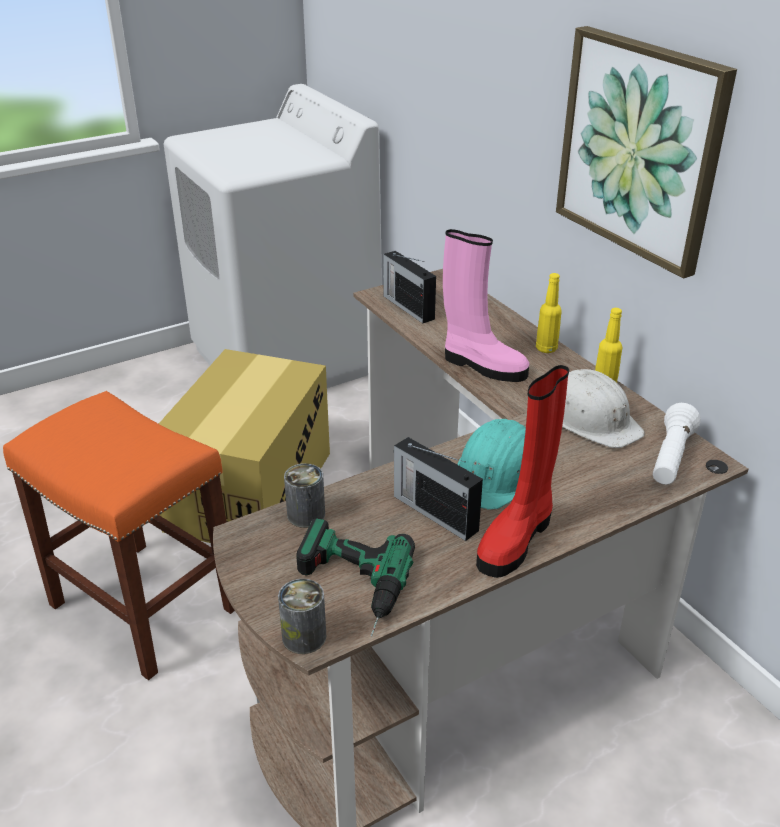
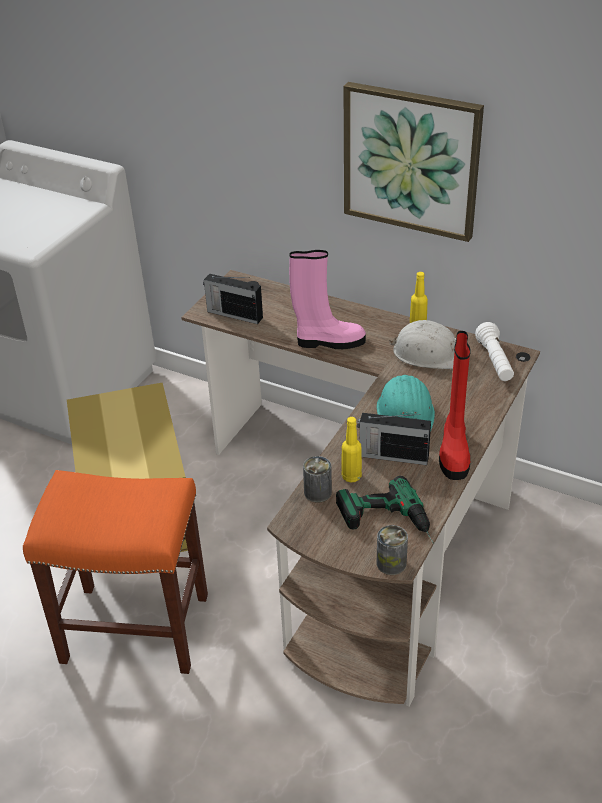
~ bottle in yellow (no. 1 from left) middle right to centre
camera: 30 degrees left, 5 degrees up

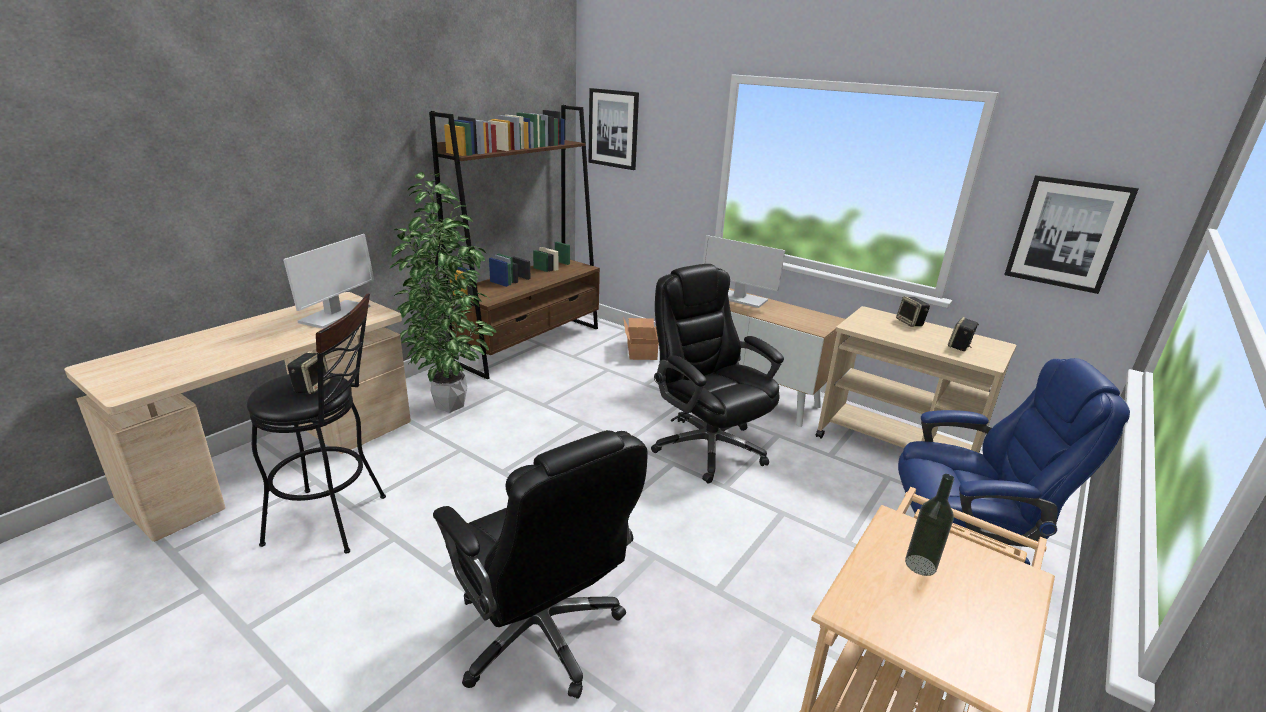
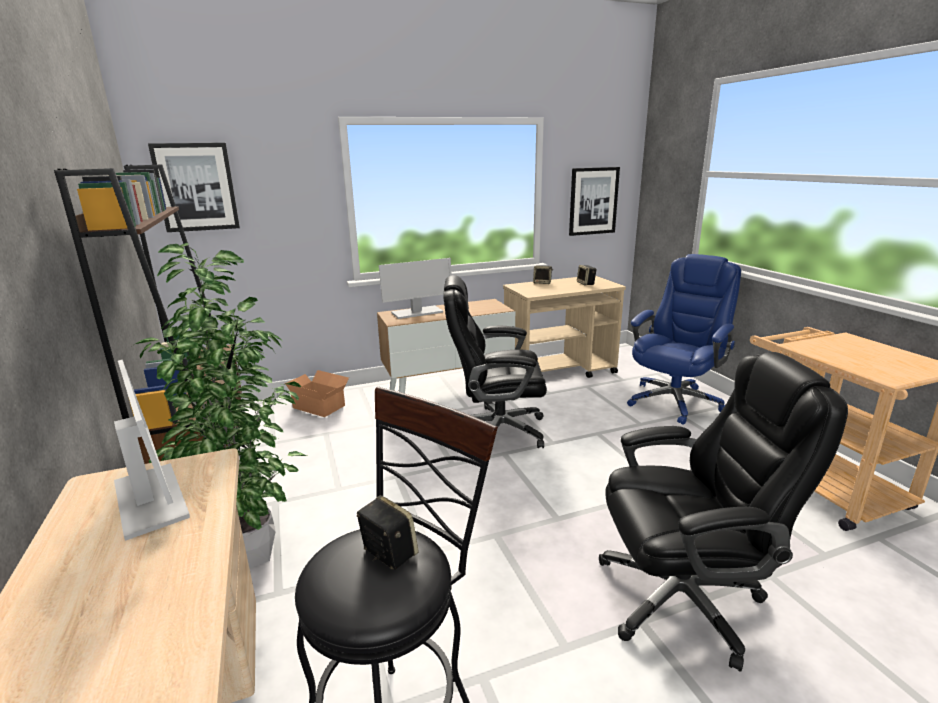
- bottle bottom right
camera: 55 degrees left, 5 degrees down

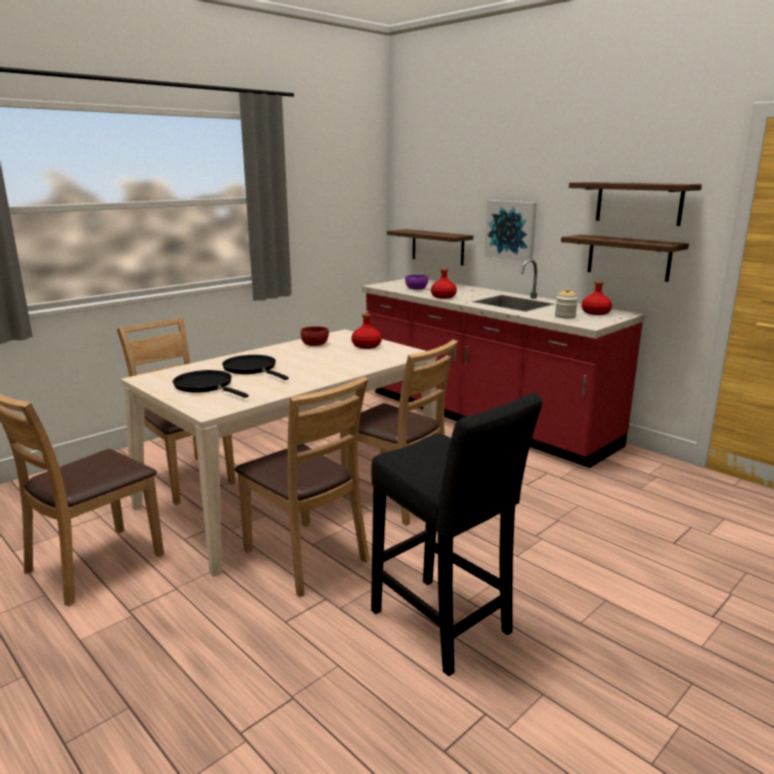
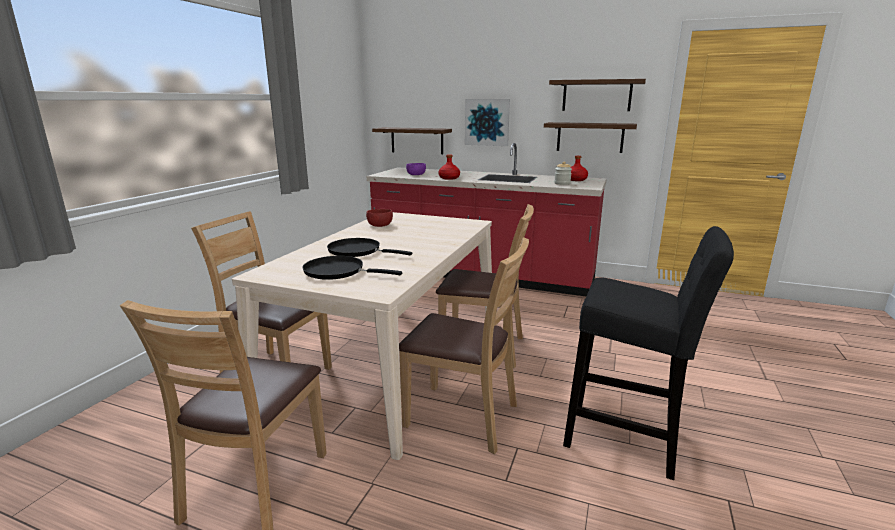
- bottle in red (no. 1 from left) centre
camera: 25 degrees left, 0 degrees up

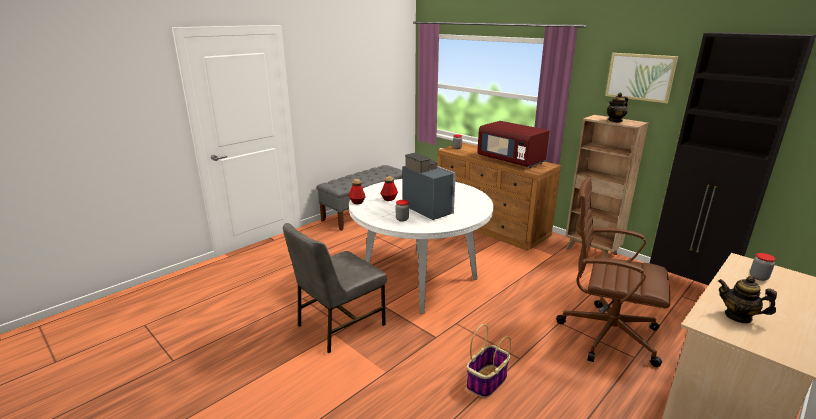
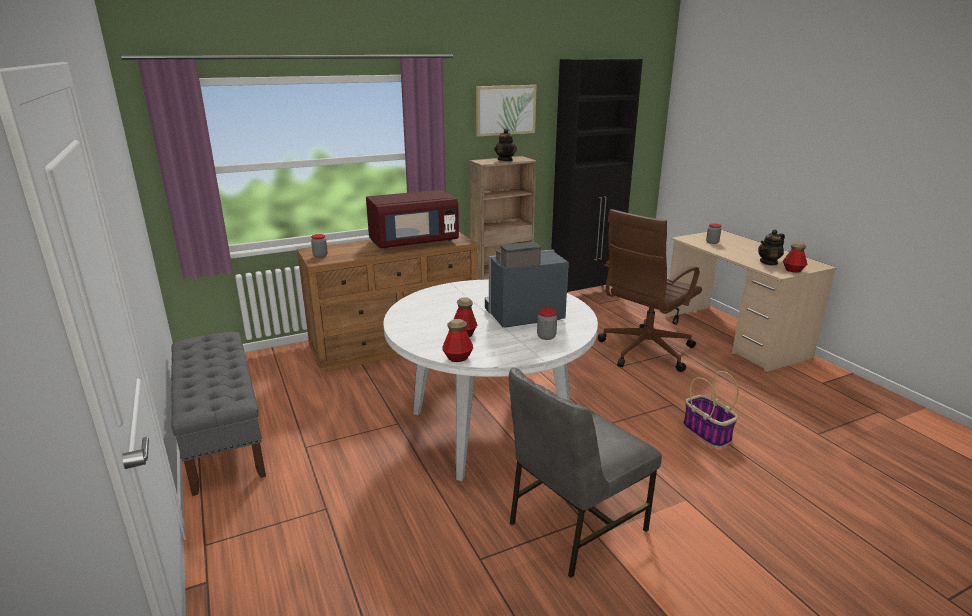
~ chair in grey bottom centre = bottom centre 75 degrees clockwise
+ bottle (no. 3 from left) middle right
camera: 70 degrees left, 0 degrees up

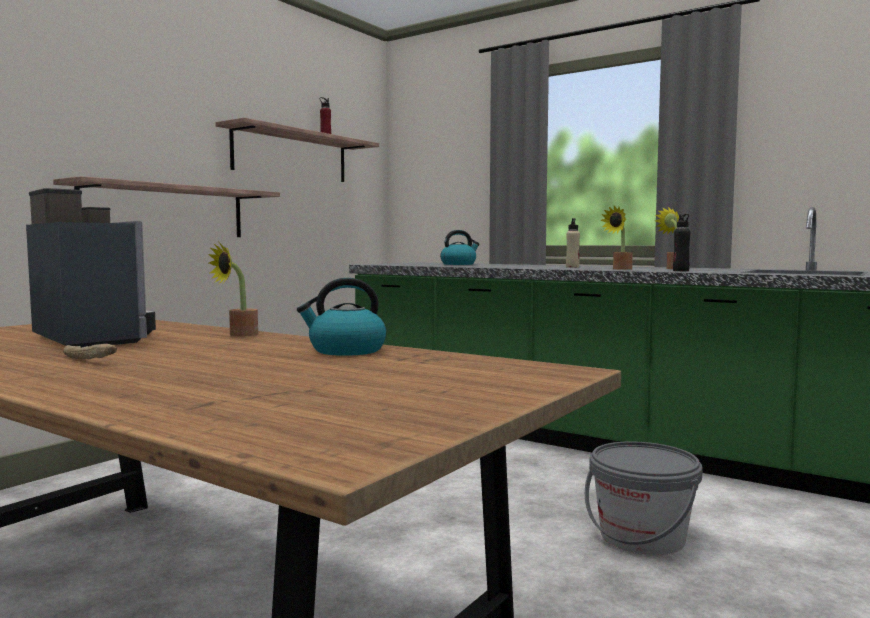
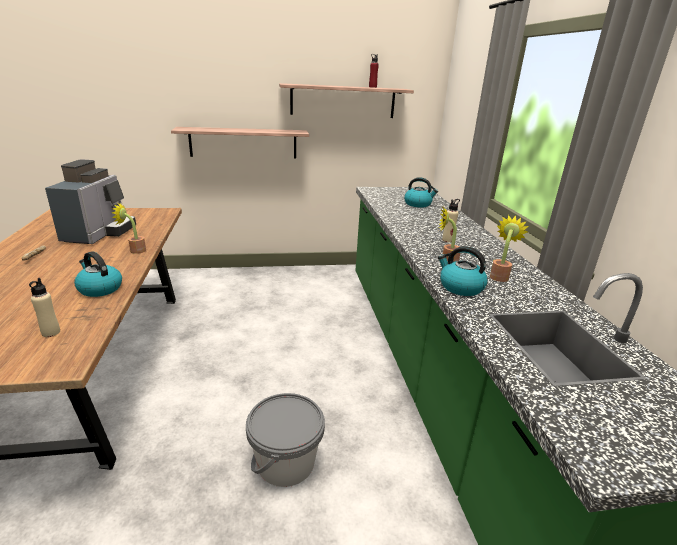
~ bottle in black middle right to kettle (no. 3 from left) middle right
+ bottle in beige (no. 1 from left) middle left
camera: 45 degrees right, 20 degrees up

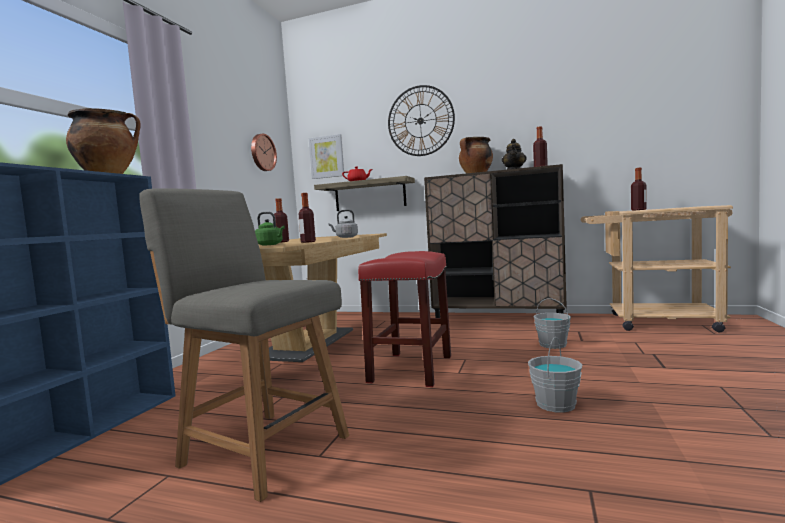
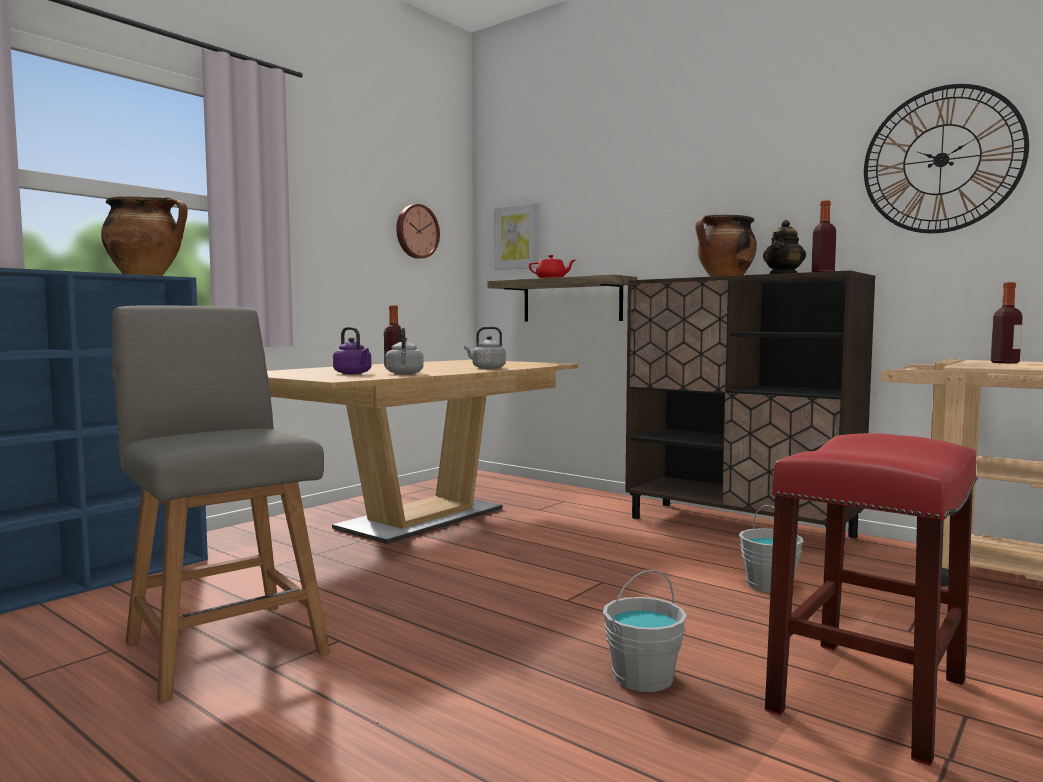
~ wall clock (no. 2 from left) top centre to top right
~ bottle (no. 2 from left) centre to kettle in grey (no. 1 from left) centre
~ kettle in green centre to kettle in purple centre
~ stool in red centre to bottom right
camera: 20 degrees right, 0 degrees up

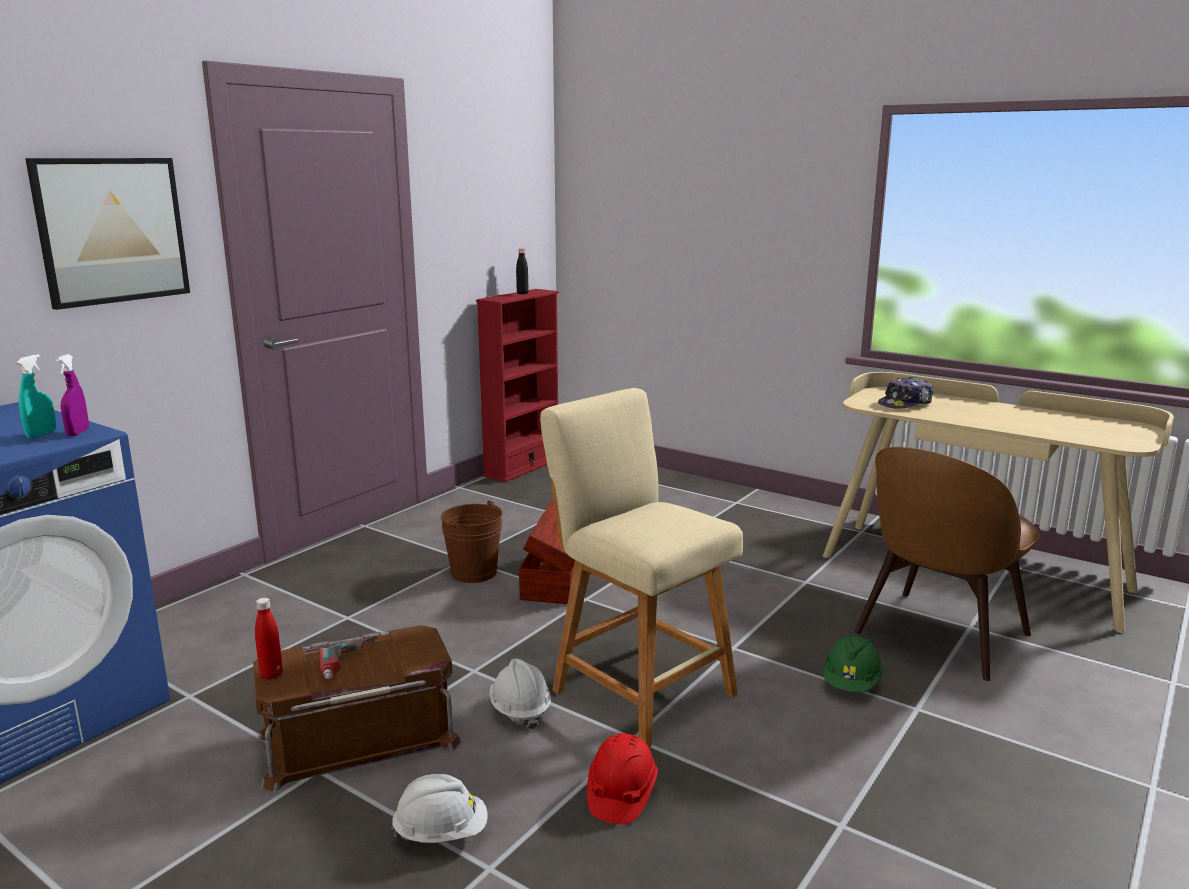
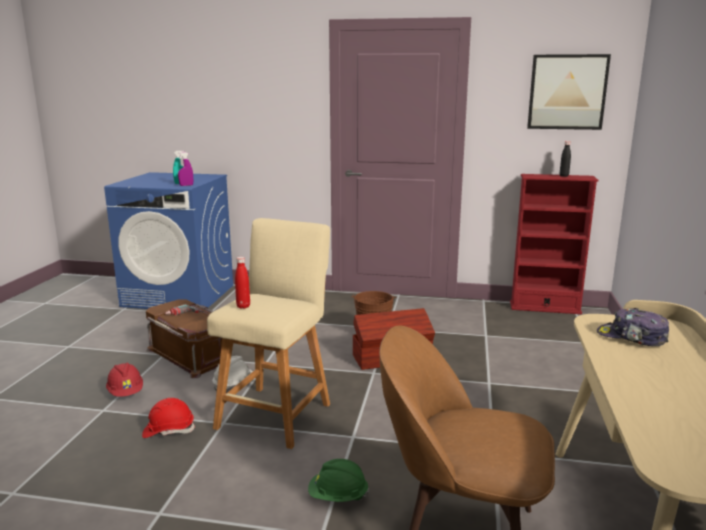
~ picture top left to top right
~ bottle in red bottom left to centre
~ hard hat in white (no. 1 from left) bottom centre to hard hat in red (no. 1 from left) bottom left
camera: 65 degrees right, 0 degrees up

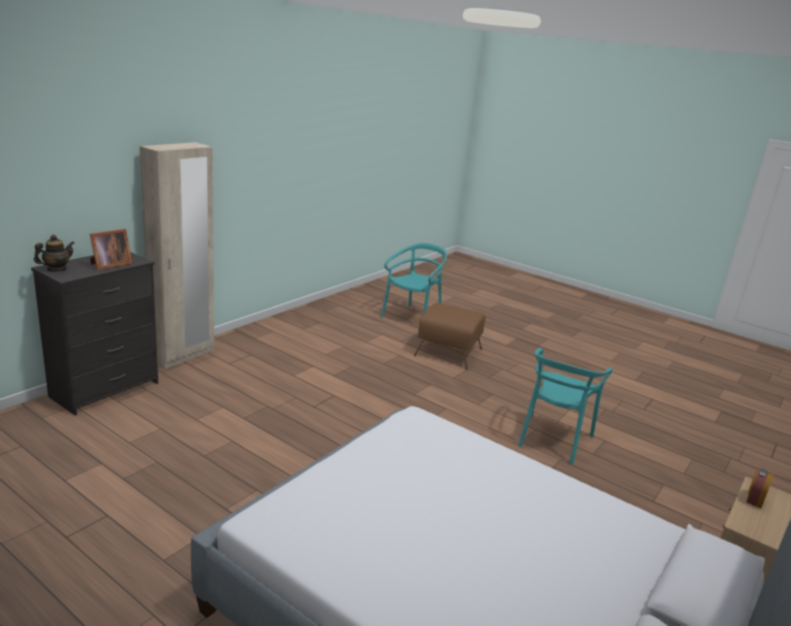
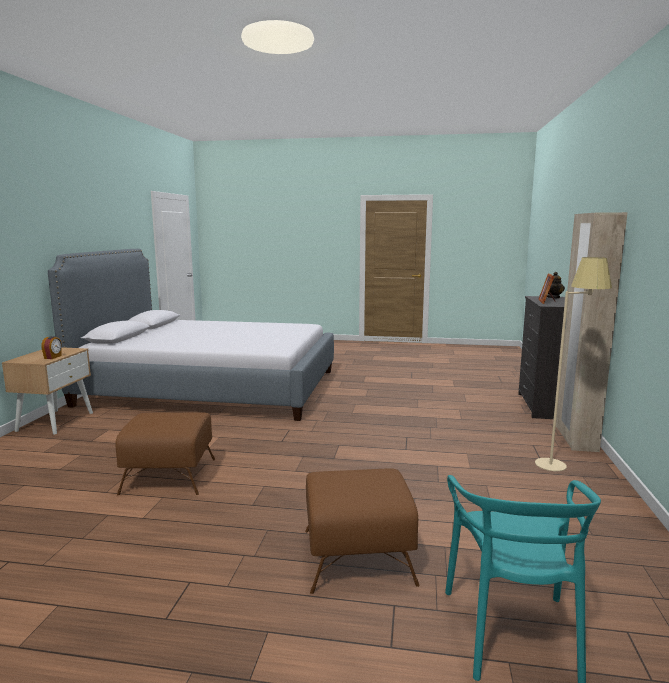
~ chair in turquoise (no. 2 from left) middle right to ottoman in brown (no. 1 from left) middle left
+ floor lamp in beige middle right
camera: 155 degrees right, 10 degrees down

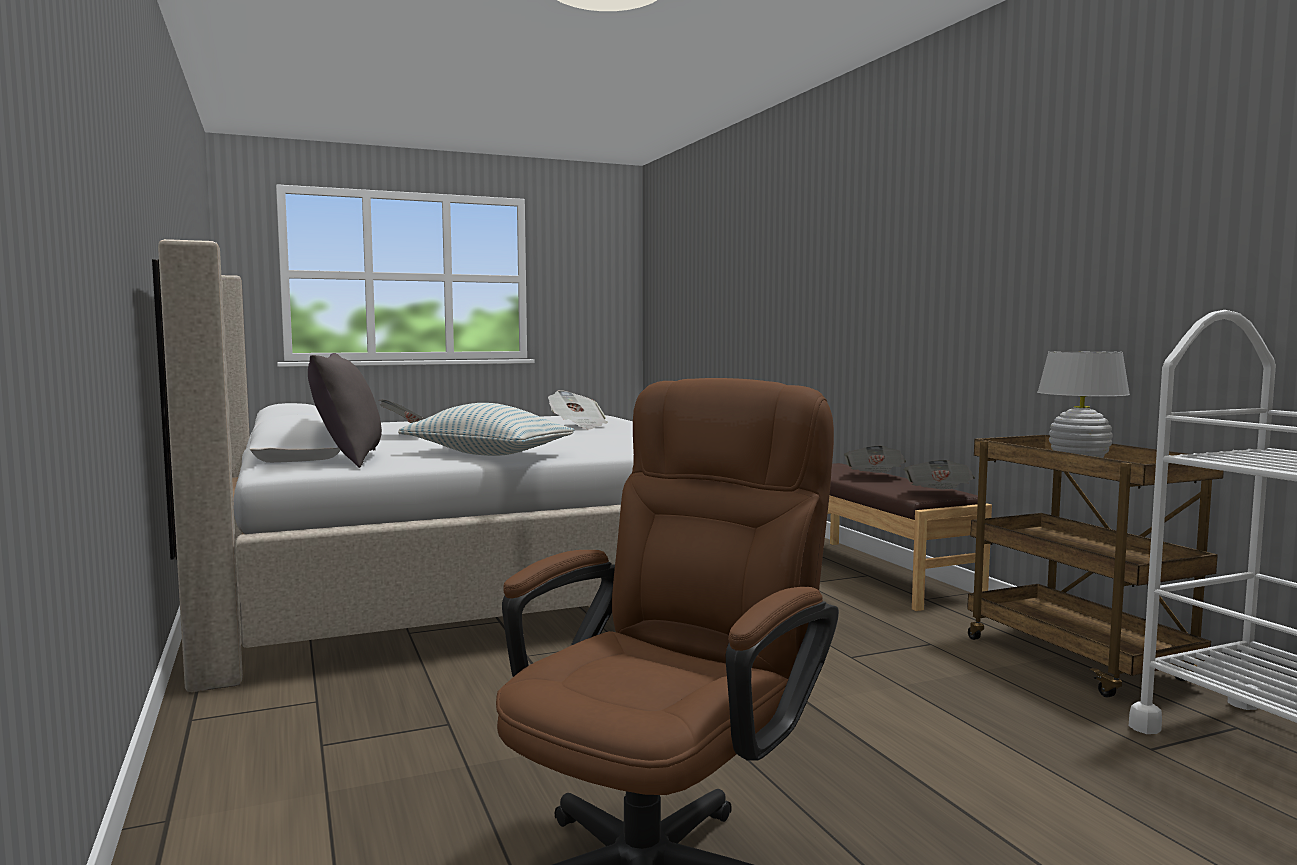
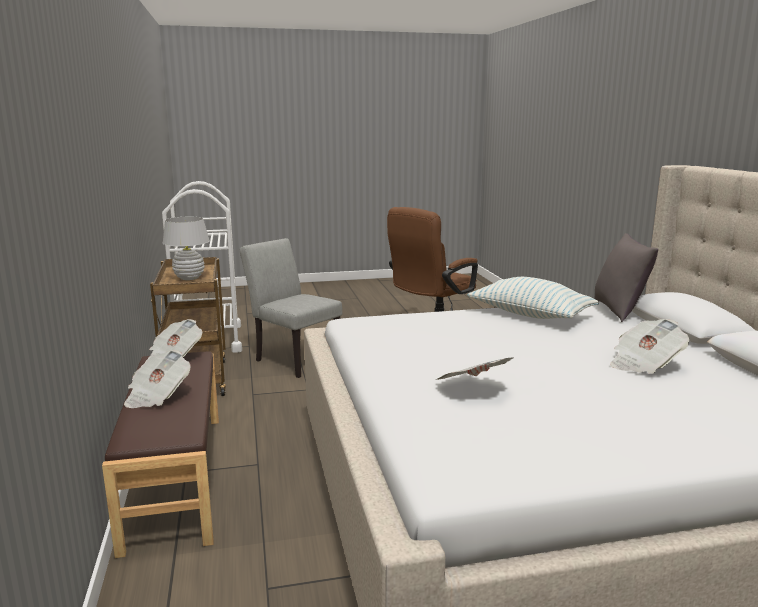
+ chair in grey centre
camera: 170 degrees left, 10 degrees up

